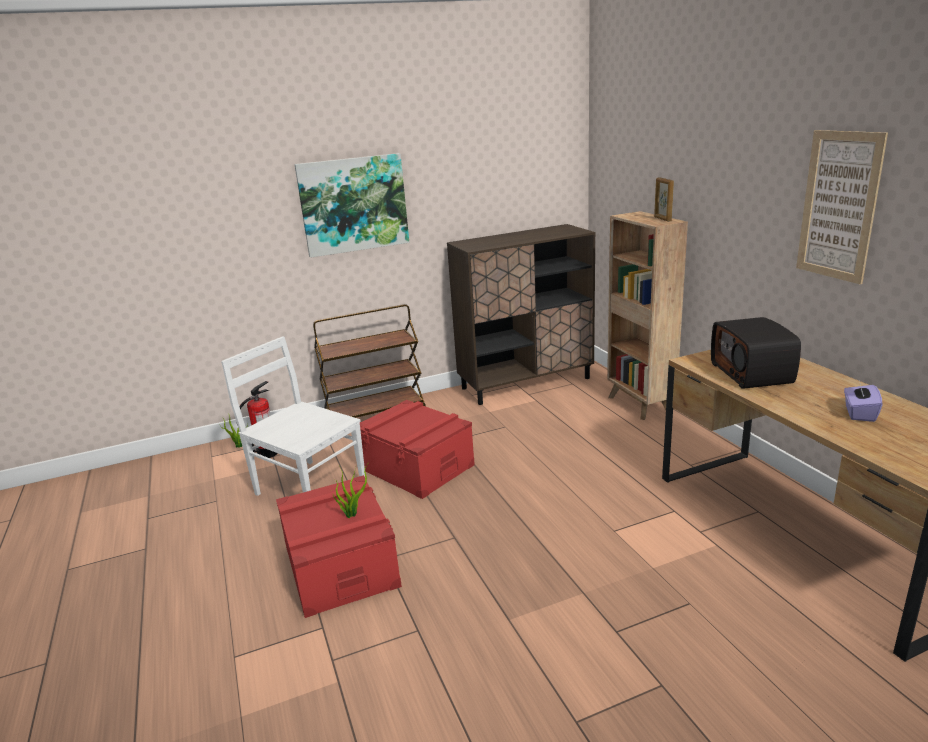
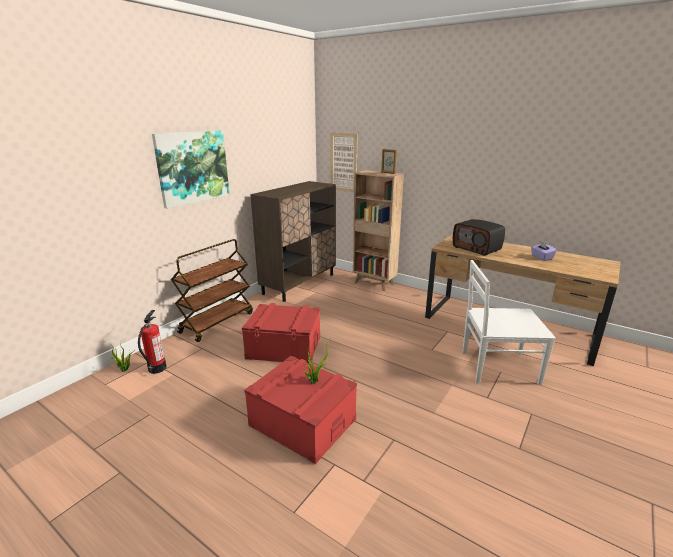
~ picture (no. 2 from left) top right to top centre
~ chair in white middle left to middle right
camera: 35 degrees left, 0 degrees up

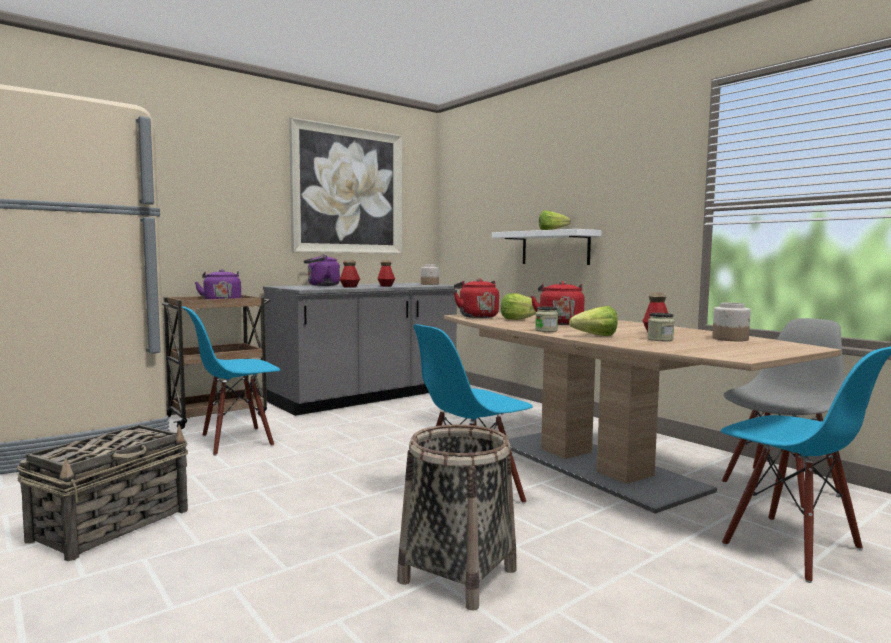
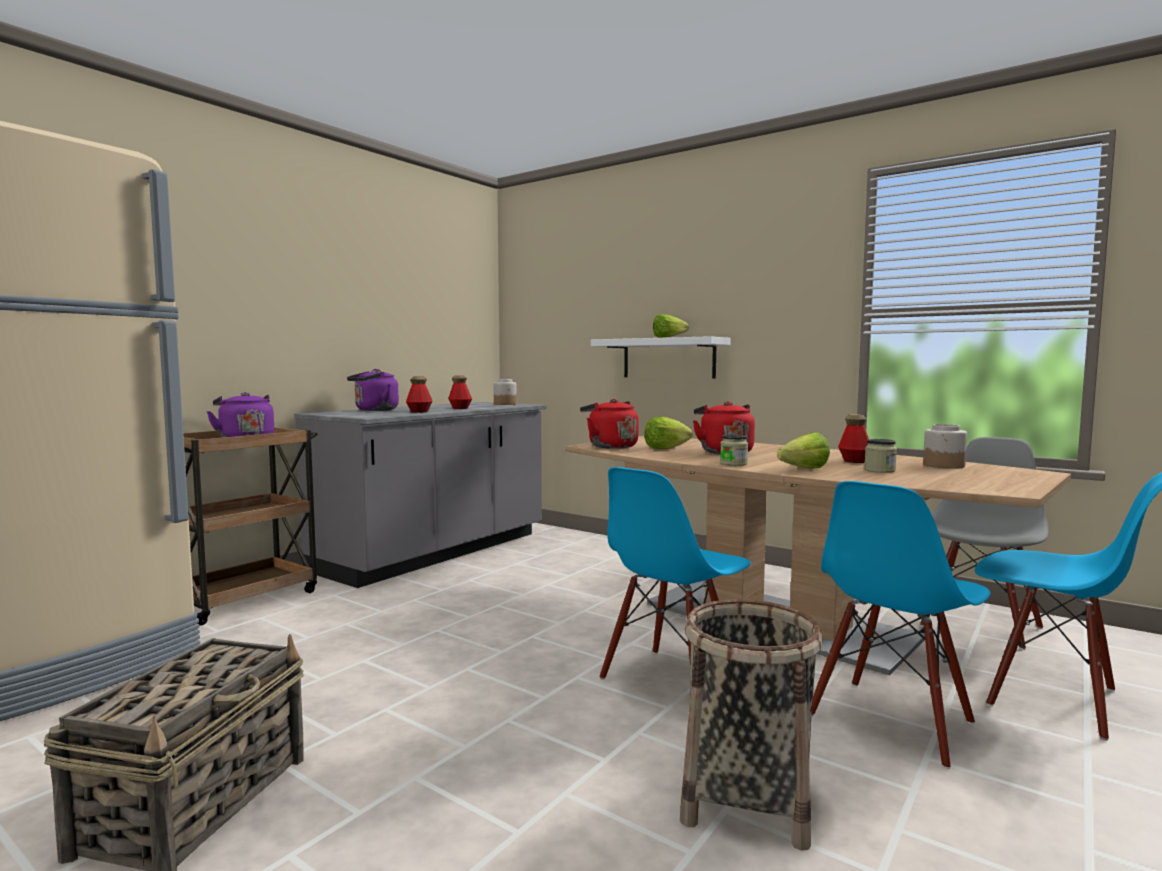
- picture top centre
~ chair in blue (no. 1 from left in the first image) middle left to chair in blue (no. 2 from left) bottom right
camera: 15 degrees left, 0 degrees up

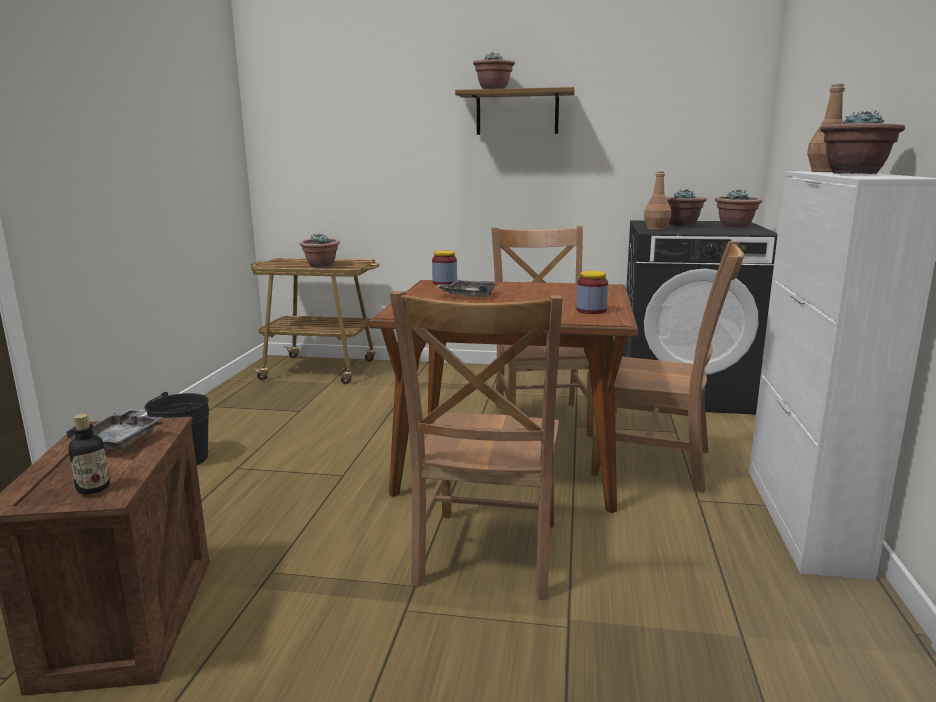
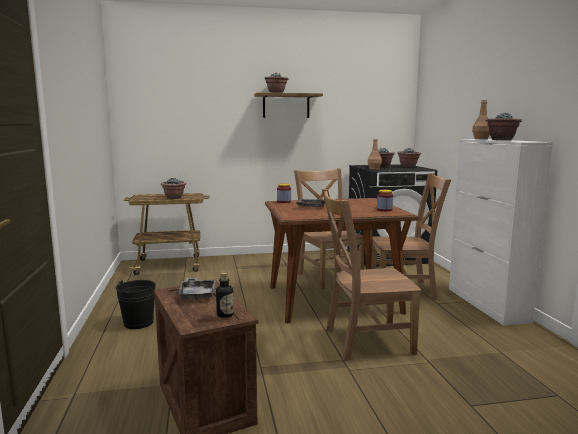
~ chair in brown (no. 1 from left in the first image) centre = centre 90 degrees clockwise
camera: 20 degrees left, 5 degrees down

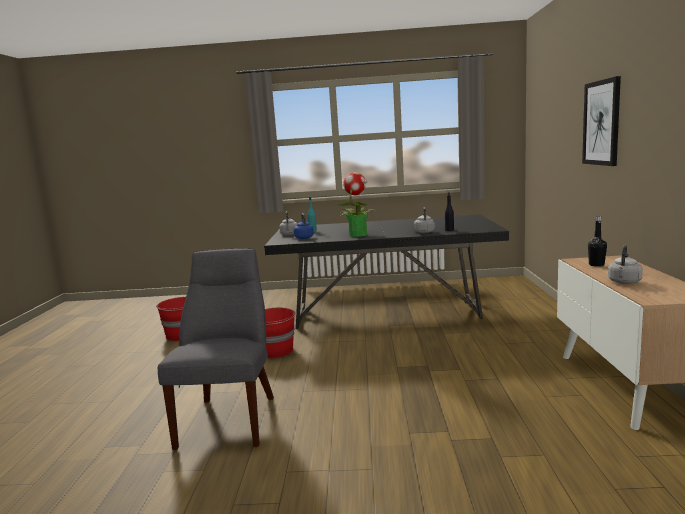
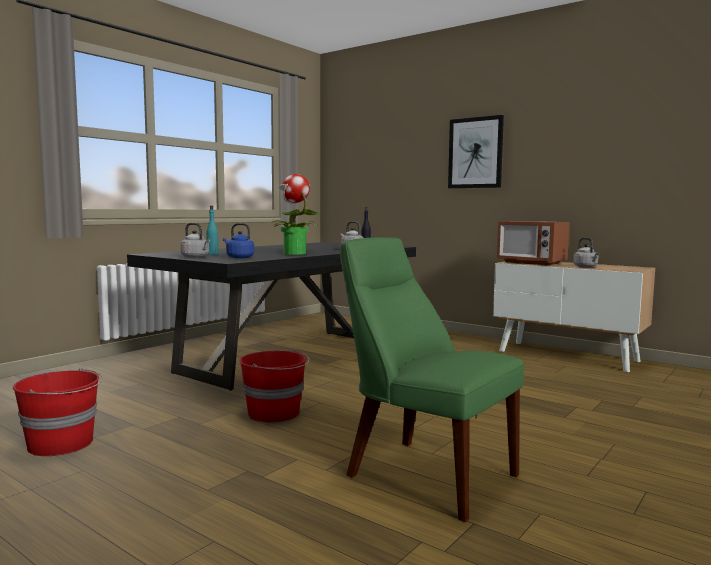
~ bottle in black (no. 2 from left) middle right to microwave middle right
~ chair in grey bottom left to chair in green bottom centre
camera: 55 degrees left, 5 degrees down

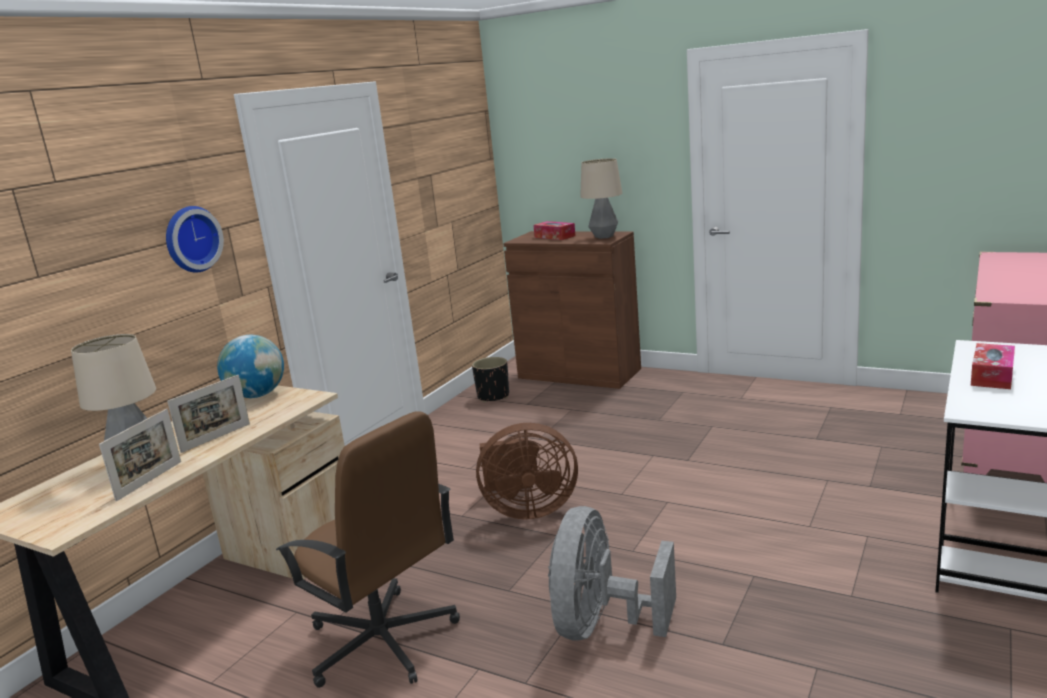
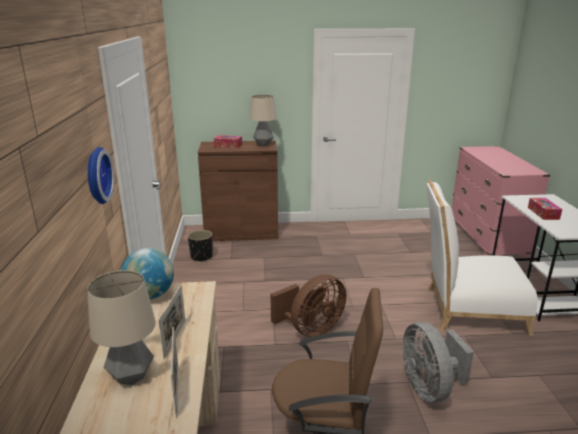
+ chair in white middle right
camera: 35 degrees left, 5 degrees up

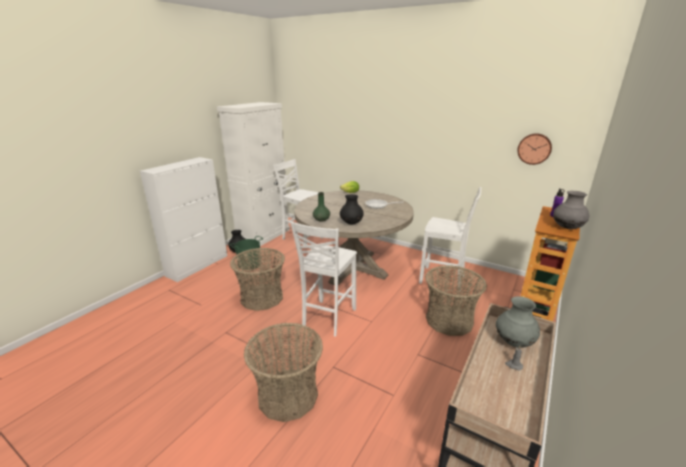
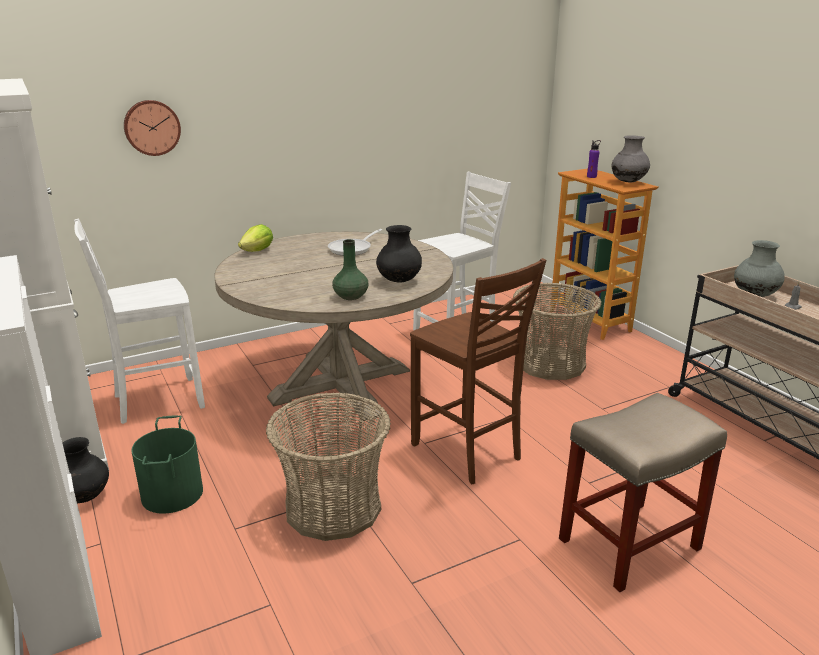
~ wall clock top right to top left
~ chair in white (no. 2 from left) centre to chair in brown centre
~ basket (no. 2 from left) bottom centre to stool in beige bottom right
camera: 60 degrees left, 0 degrees up

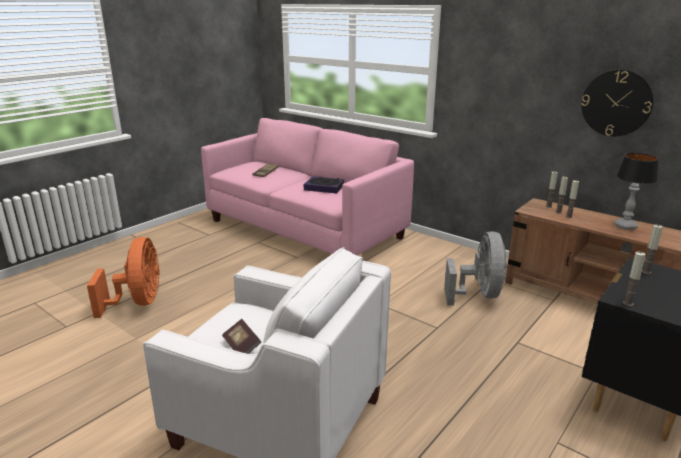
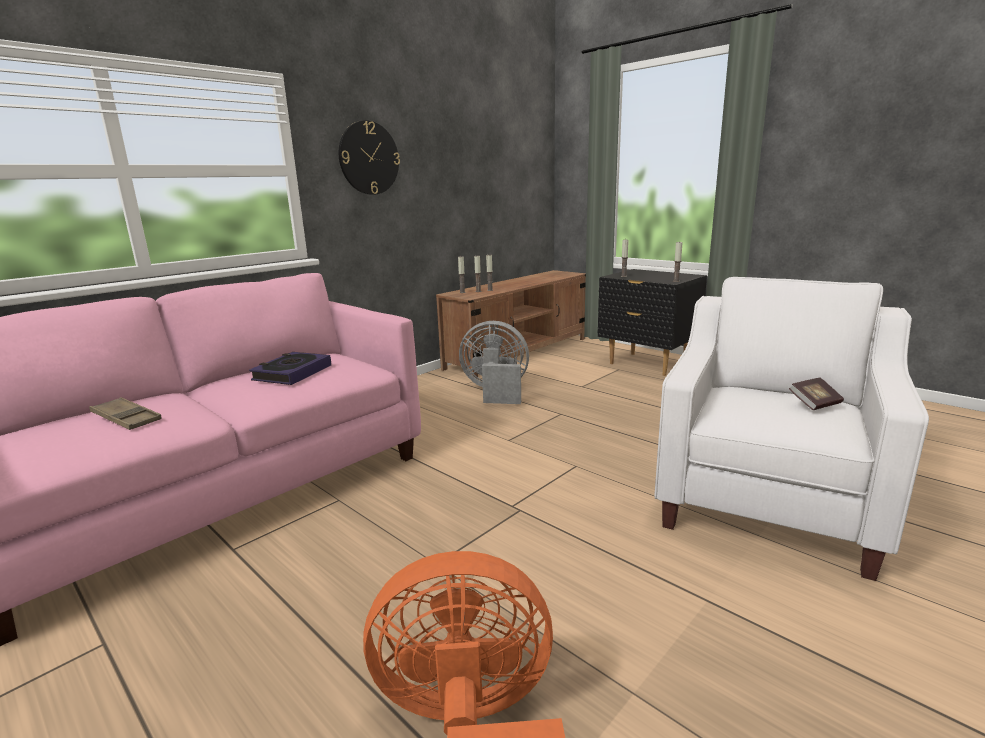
~ wall clock top right to top centre
- table lamp middle right
camera: 85 degrees left, 5 degrees down

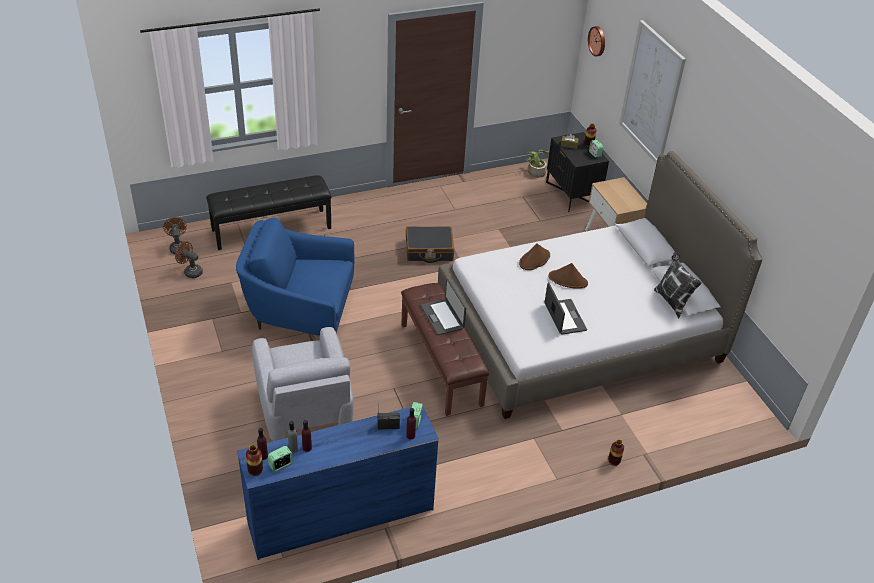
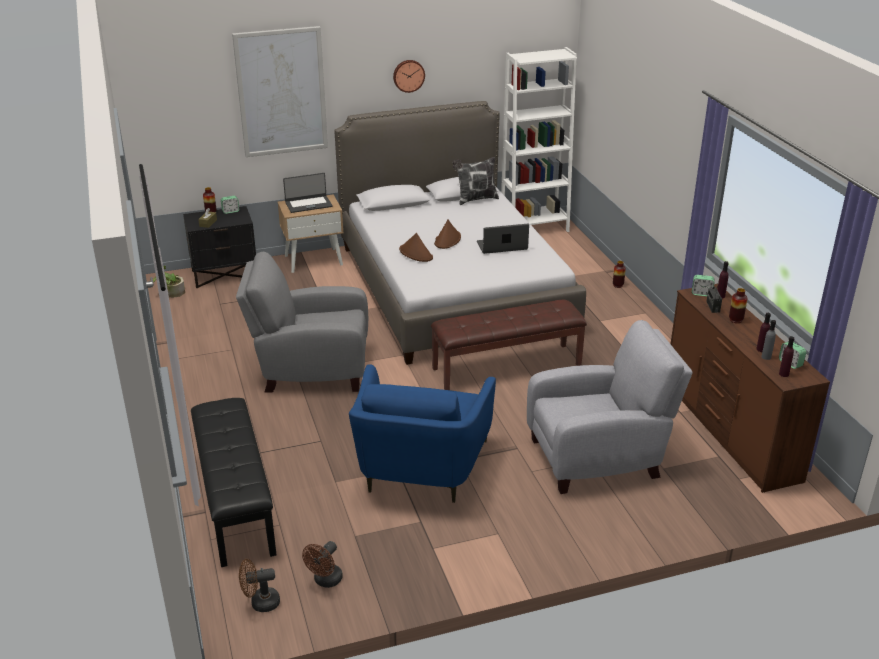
~ wall clock top right to top centre
~ suitcase in black centre to armchair in grey (no. 1 from left) centre
~ laptop (no. 1 from left) centre to top centre
~ dresser in blue bottom centre to dresser in brown middle right
~ vase (no. 1 from left in the first image) bottom left to vase (no. 3 from left) middle right
+ bookcase in white top centre
camera: 85 degrees left, 10 degrees down

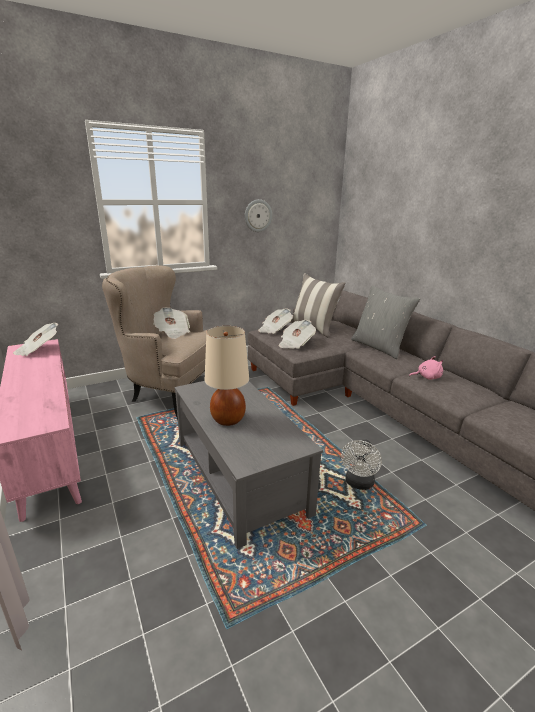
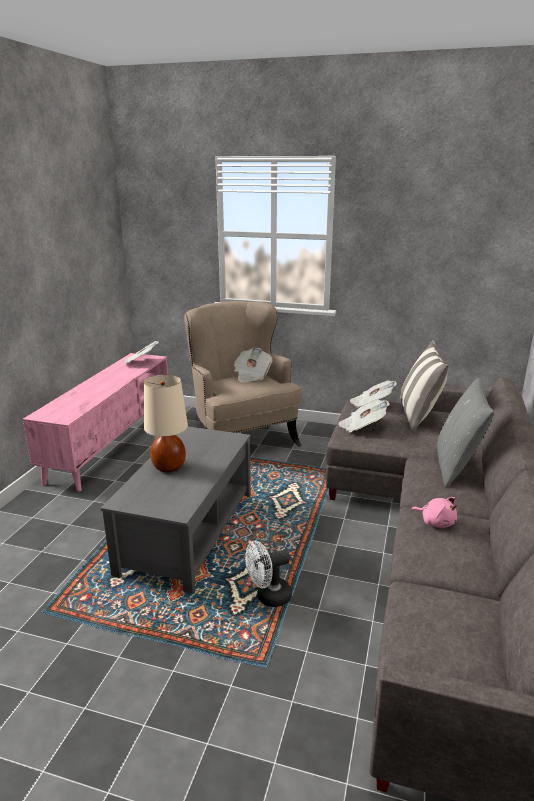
- wall clock top centre
camera: 45 degrees right, 0 degrees up

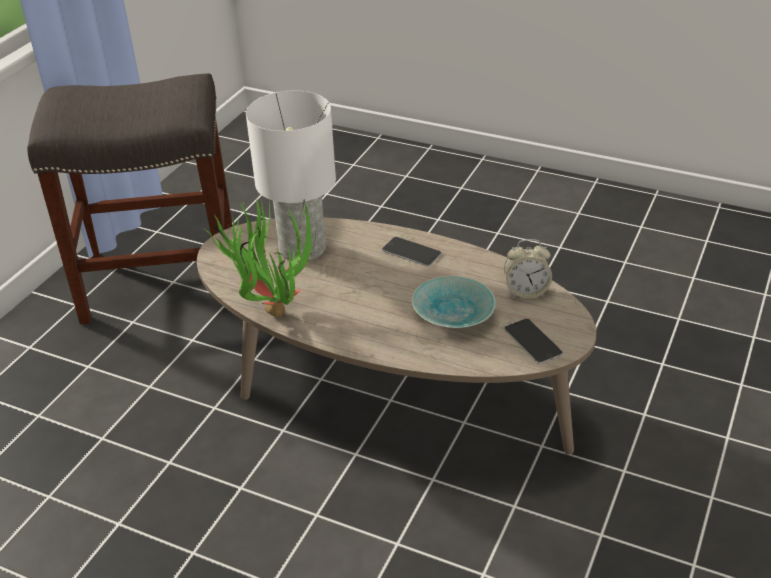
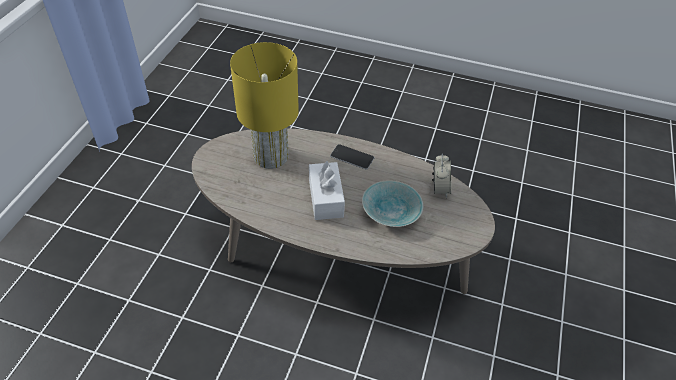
- stool in grey middle left
~ table lamp in white top centre to table lamp in yellow top centre
- potted plant centre
~ alarm clock middle right = centre 75 degrees counterclockwise
- phone (no. 2 from left) middle right
+ tissue box in white centre
camera: 10 degrees left, 10 degrees up

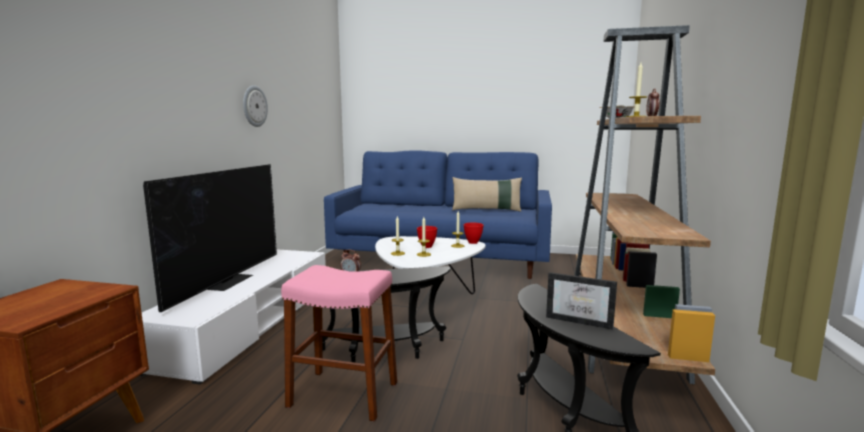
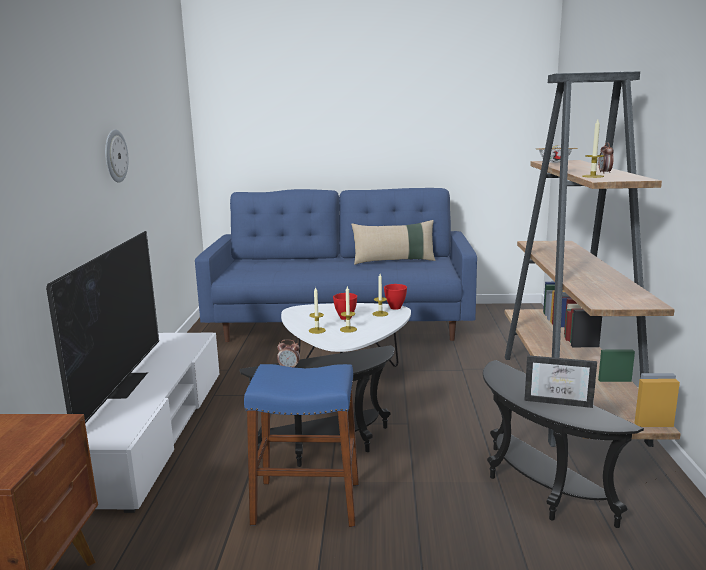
~ stool in pink bottom centre to stool in blue bottom centre
camera: 10 degrees left, 5 degrees up

